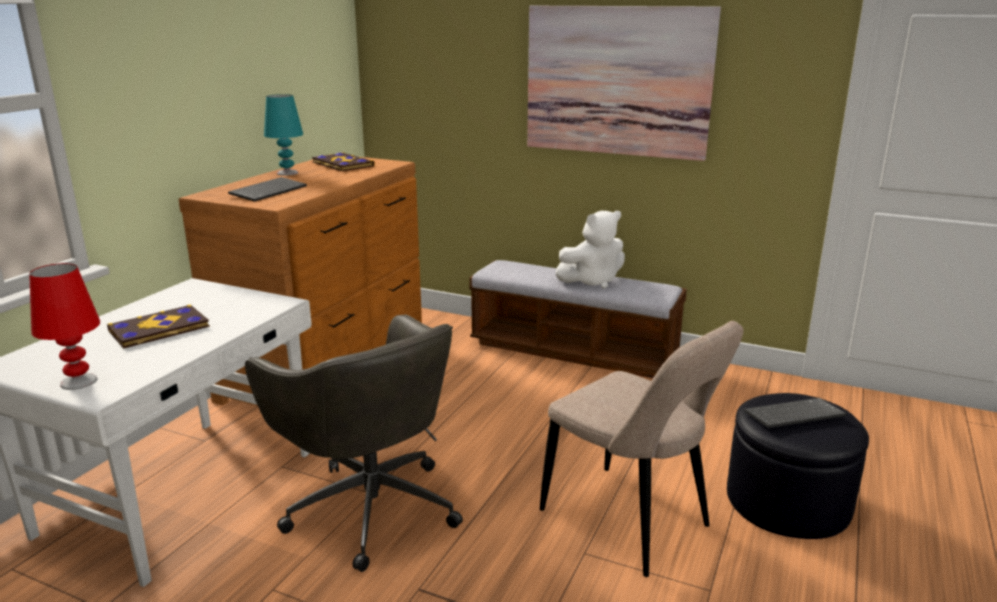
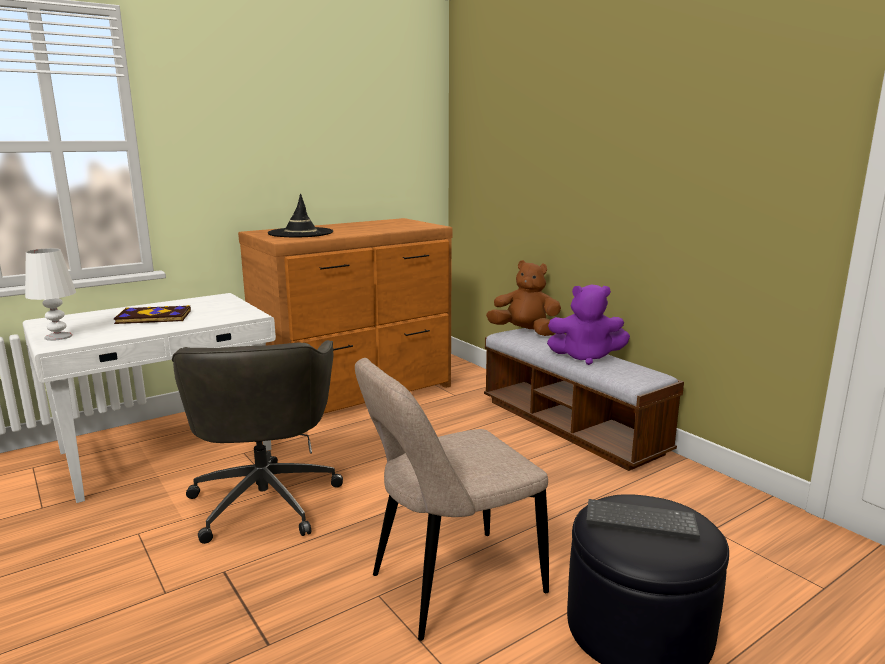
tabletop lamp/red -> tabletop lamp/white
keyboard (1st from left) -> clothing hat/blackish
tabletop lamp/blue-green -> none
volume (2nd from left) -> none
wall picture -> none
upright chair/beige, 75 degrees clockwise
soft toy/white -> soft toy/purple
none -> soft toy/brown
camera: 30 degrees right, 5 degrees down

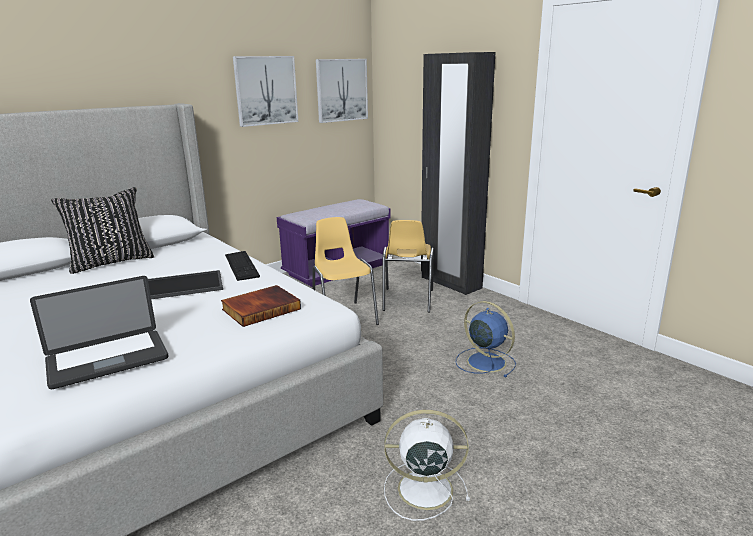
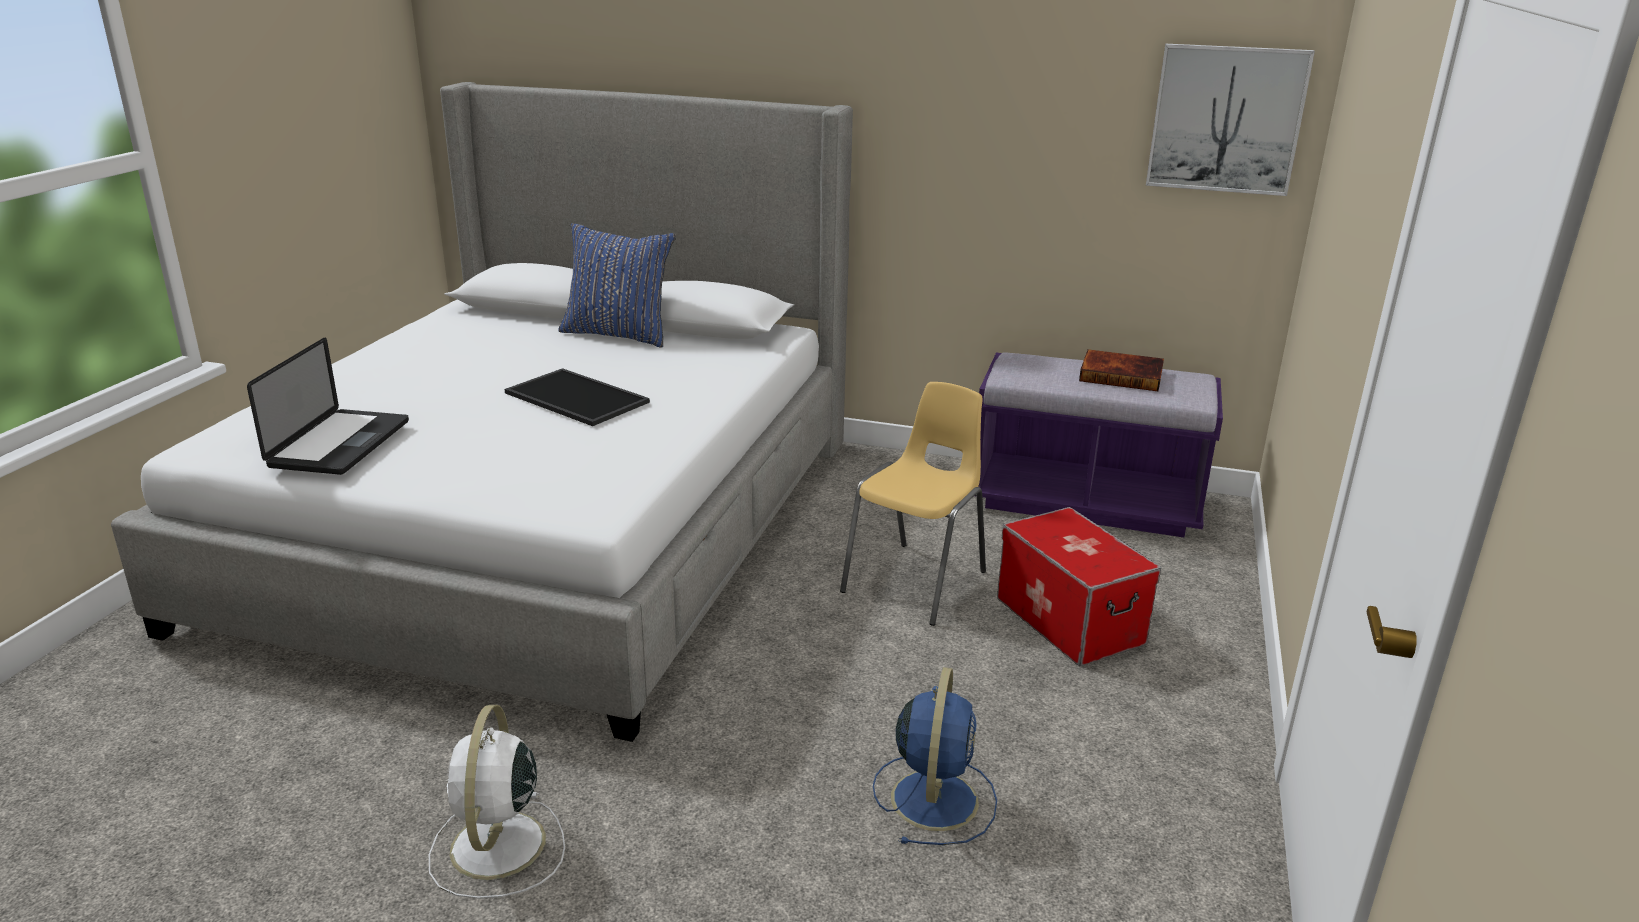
laptop, 105 degrees counterclockwise
cushion/blackish -> cushion/blue-coloured
volume, move
keyboard -> none
wall picture (1st from left) -> none
upright chair/yellow (2nd from left) -> storage bin
electric fan/white, 150 degrees counterclockwise
armoire/blackish -> none
camera: 55 degrees right, 5 degrees up

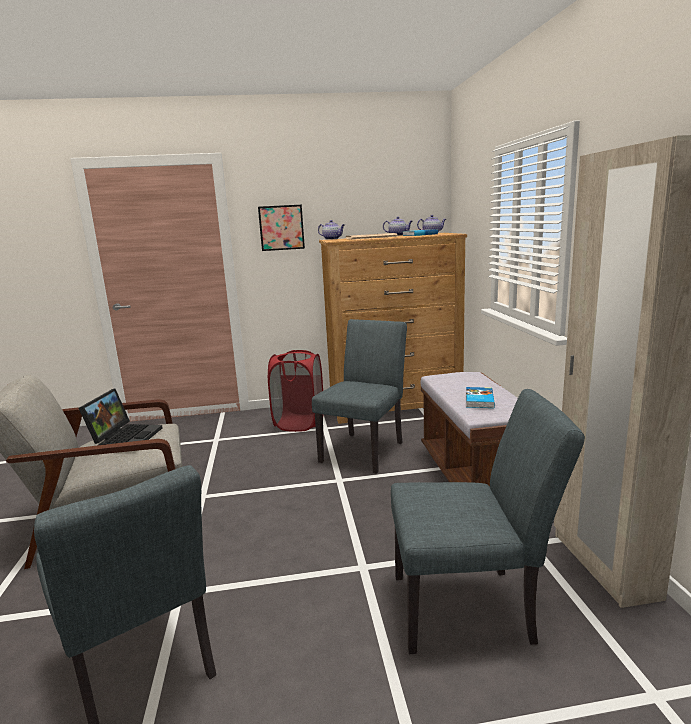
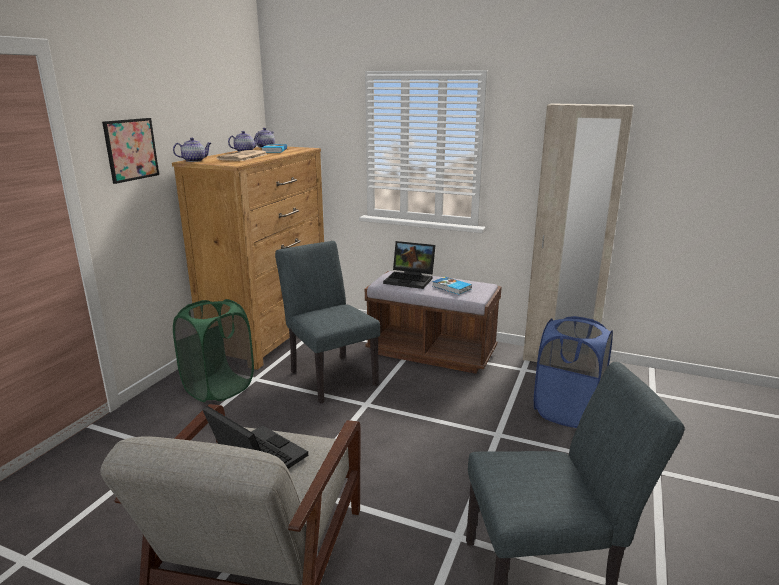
washing basket/red -> washing basket/green-coloured
upright chair/greyish (3rd from left) -> washing basket/blue-coloured
none -> laptop (2nd from left)
camera: 60 degrees left, 5 degrees up

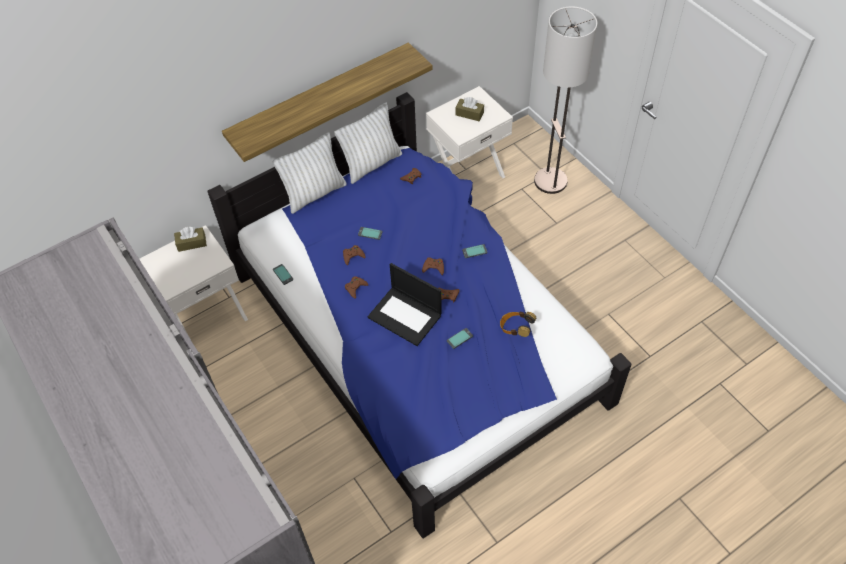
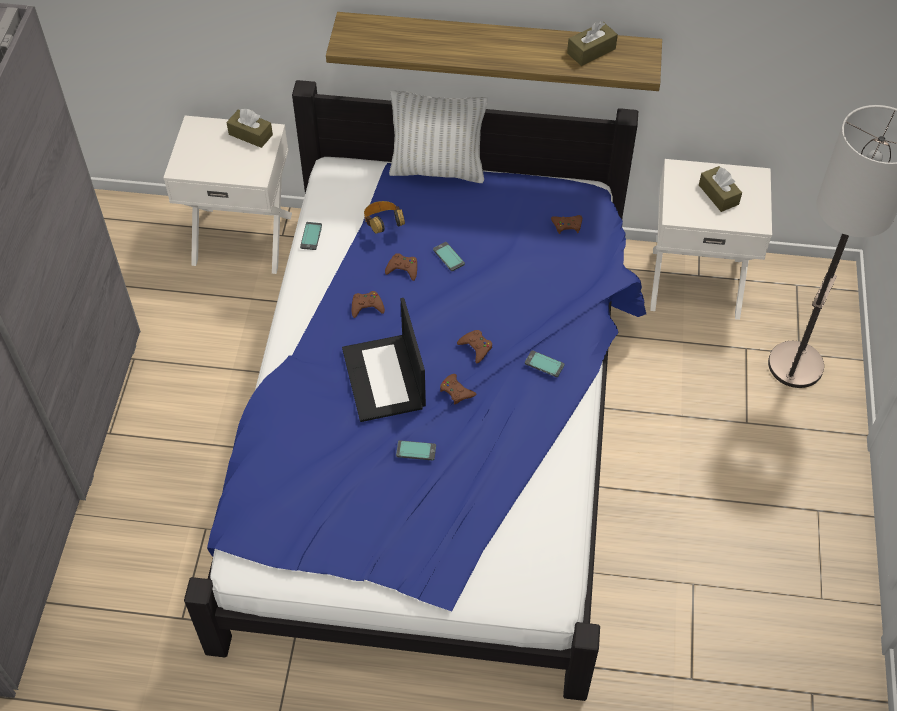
cushion/white (2nd from left) -> none
headset, move
none -> box of tissues/brown (2nd from left)
camera: 40 degrees right, 0 degrees up

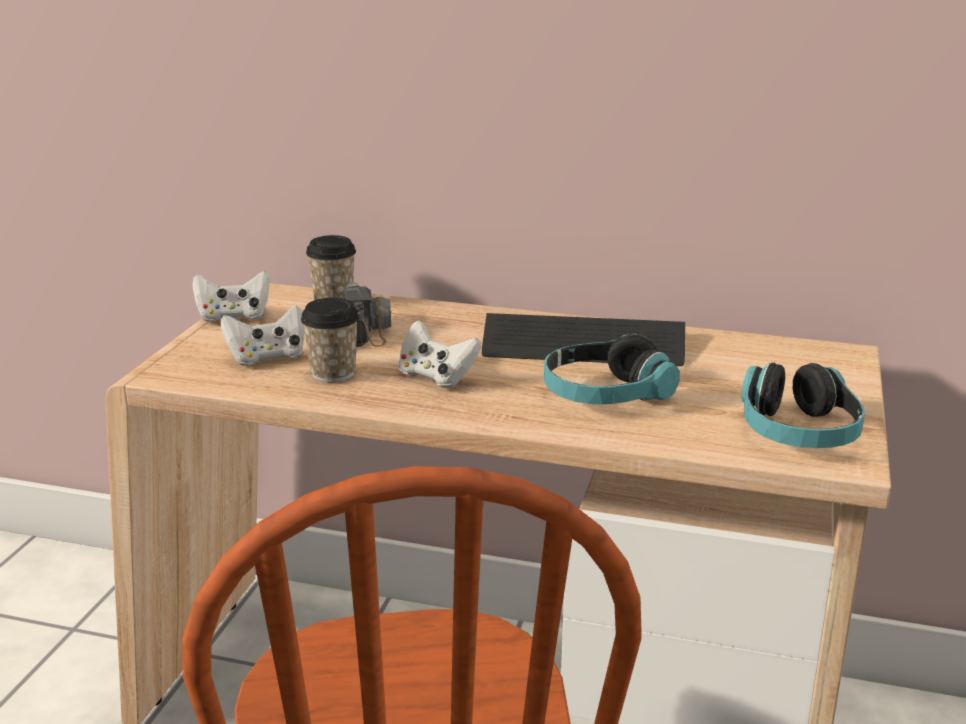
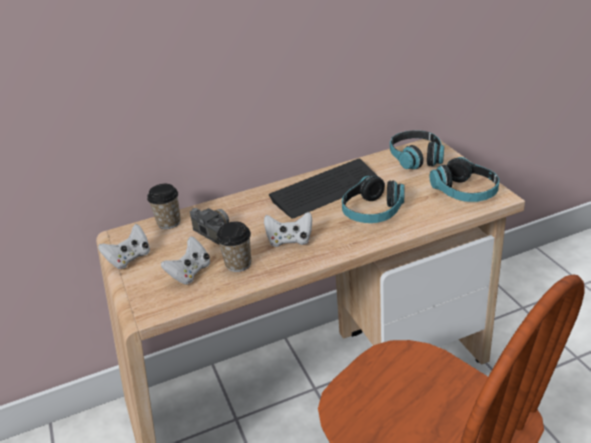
none -> headset (2nd from left)
camera: 35 degrees left, 10 degrees up

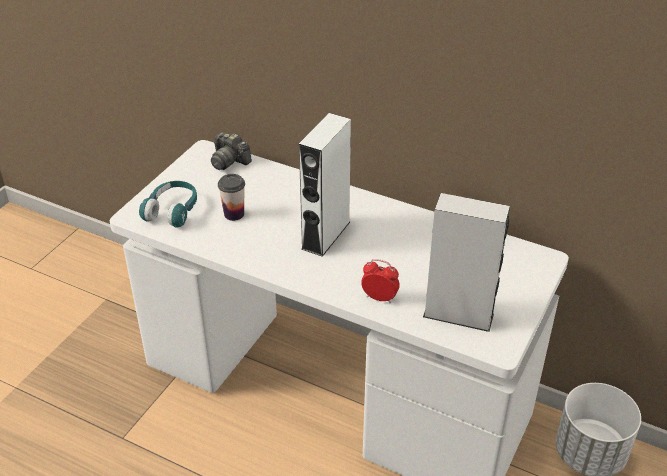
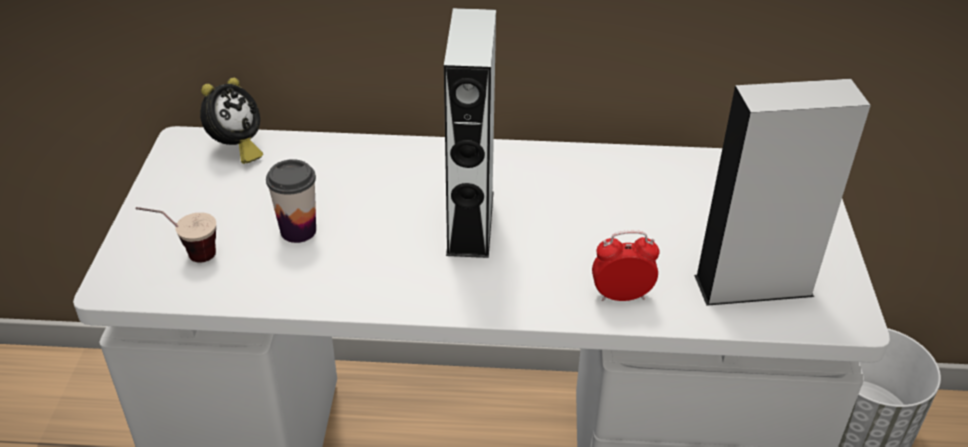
headset/blue-green -> cup (1st from left)
photo camera -> alarm clock (1st from left)
camera: 25 degrees left, 0 degrees up

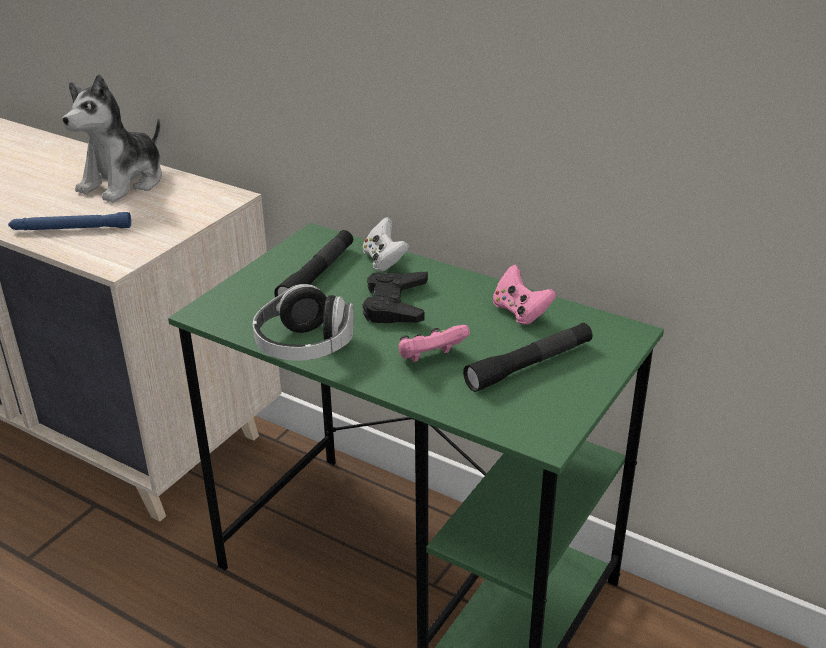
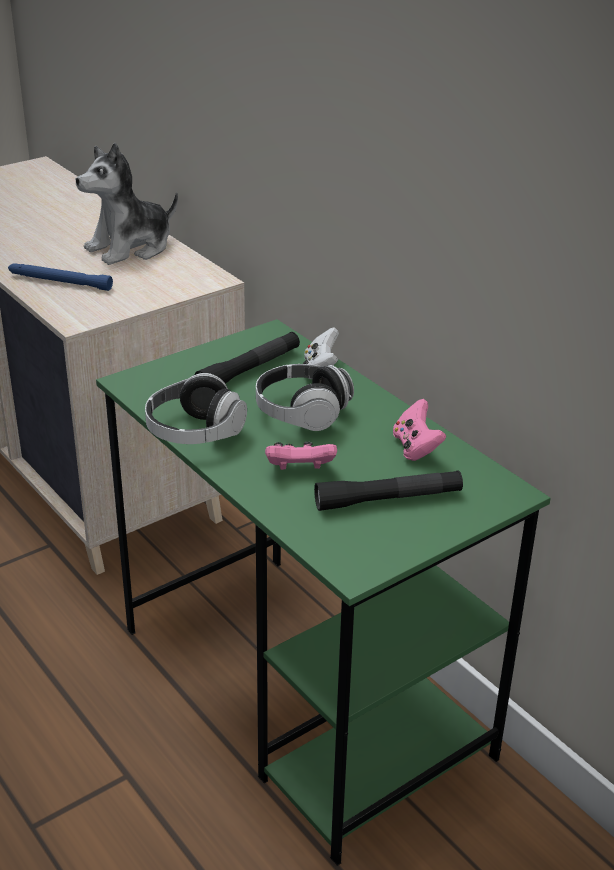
joypad/blackish -> headset (2nd from left)
camera: 20 degrees right, 0 degrees up

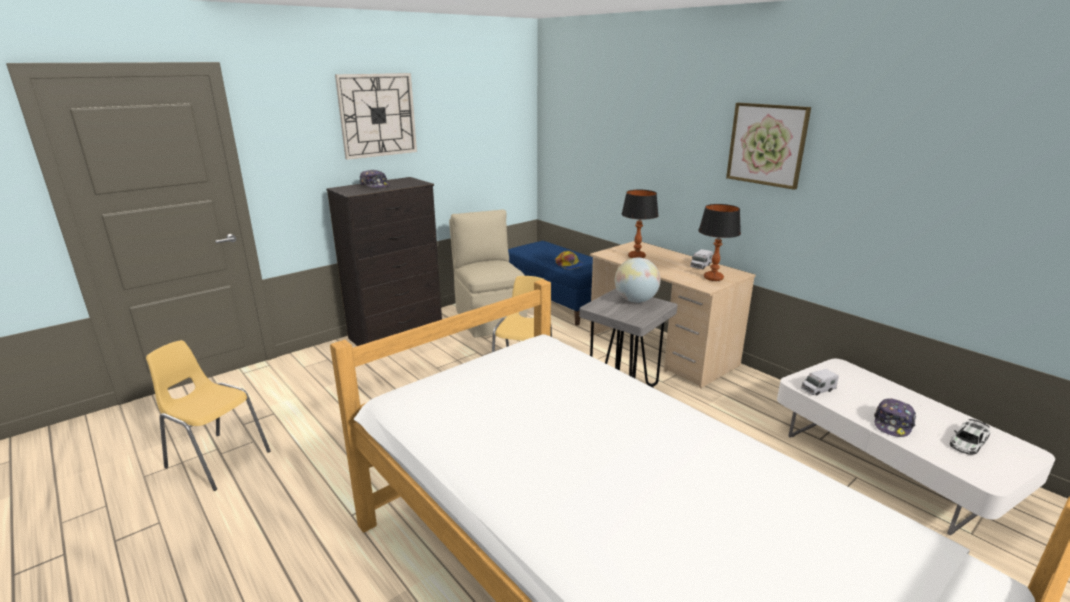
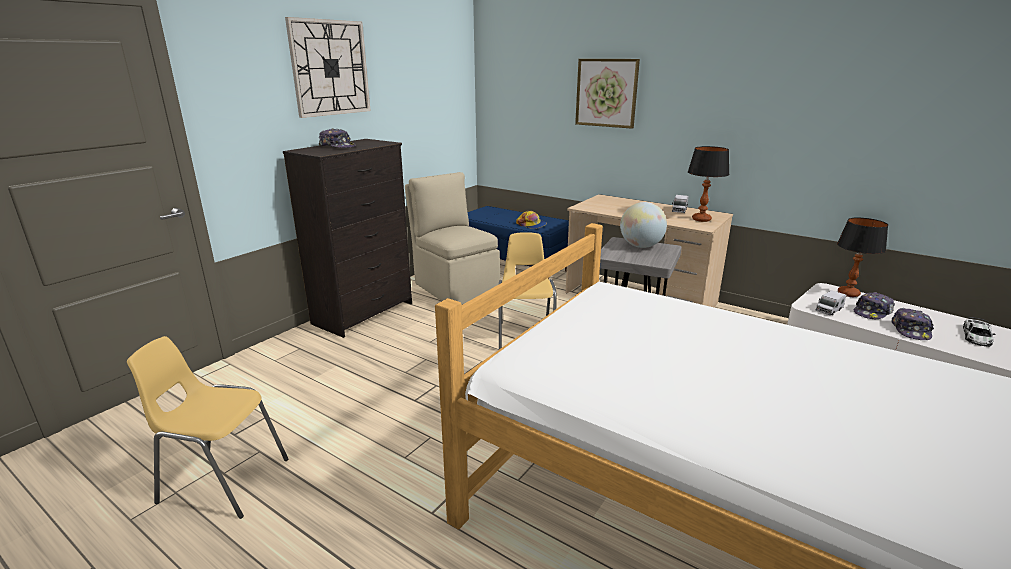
tabletop lamp (1st from left in the first image) -> tabletop lamp (2nd from left), move
wall picture, move
none -> cap (3rd from left)
camera: 15 degrees left, 0 degrees up

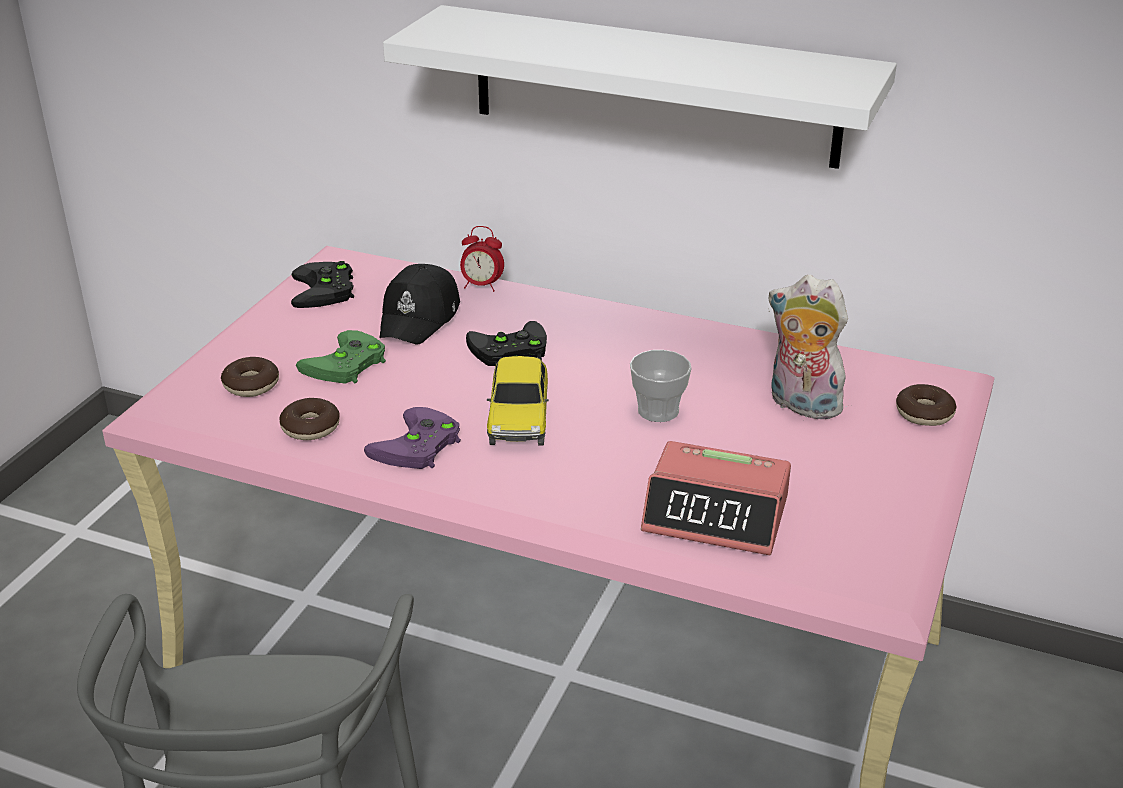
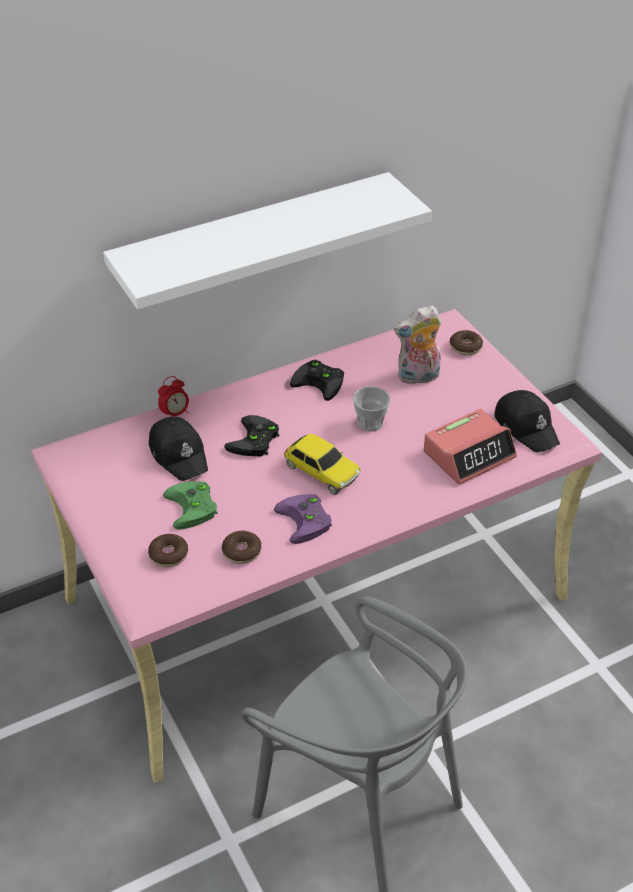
joypad/blackish (1st from left in the first image) -> joypad/blackish (2nd from left), move
none -> cap/blackish (2nd from left)
camera: 50 degrees left, 10 degrees up

